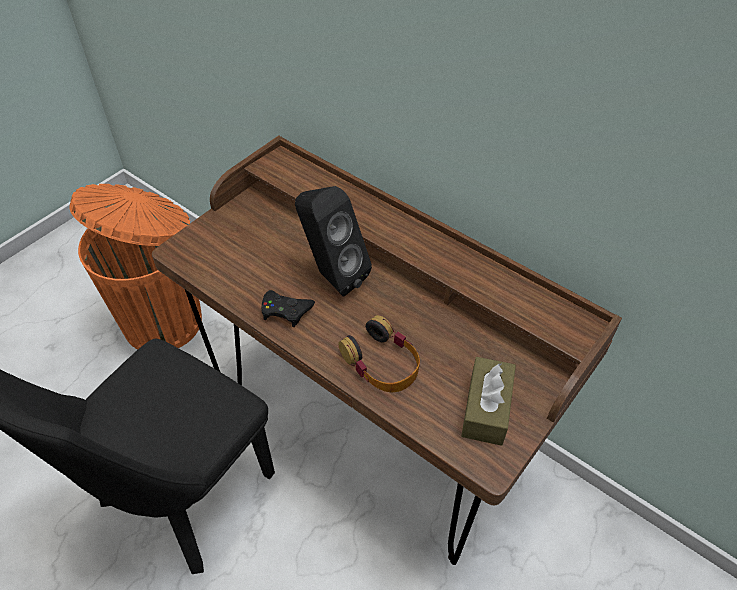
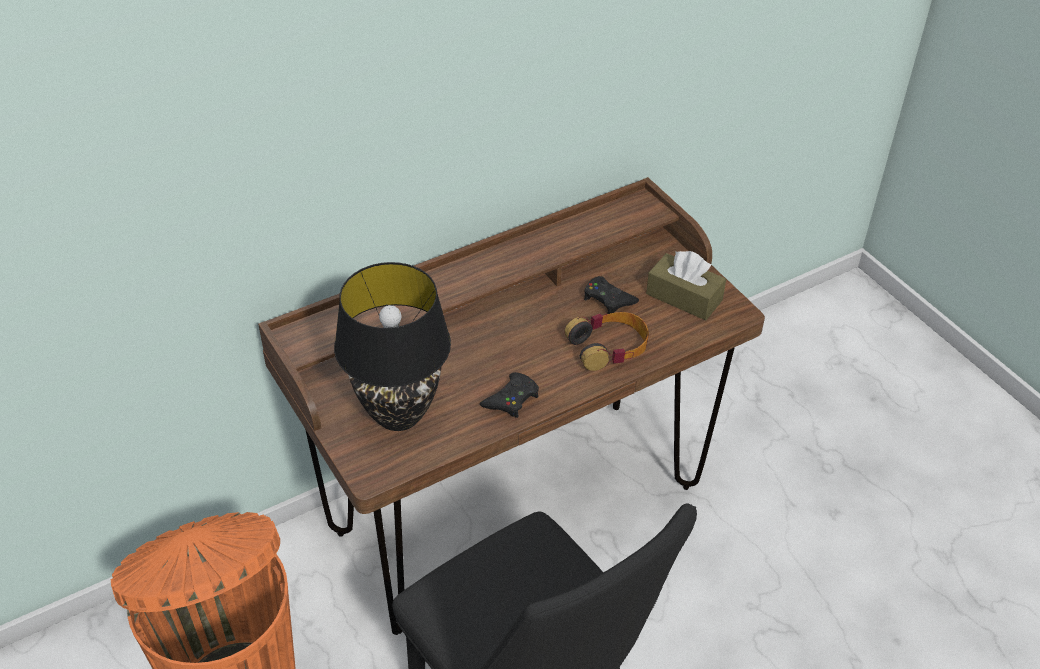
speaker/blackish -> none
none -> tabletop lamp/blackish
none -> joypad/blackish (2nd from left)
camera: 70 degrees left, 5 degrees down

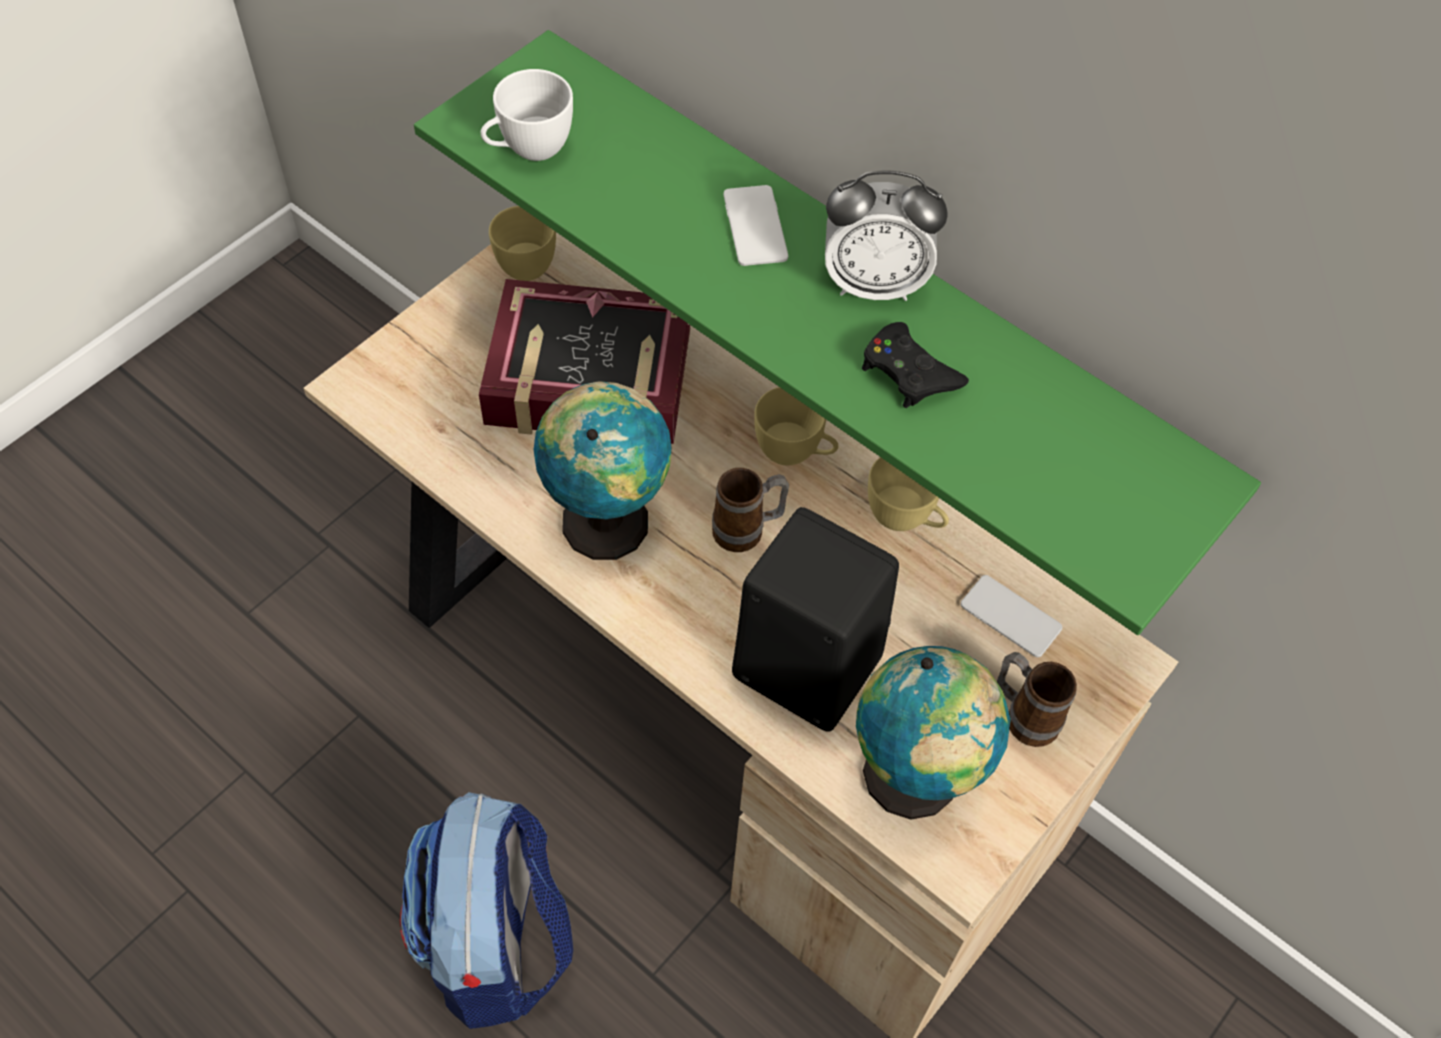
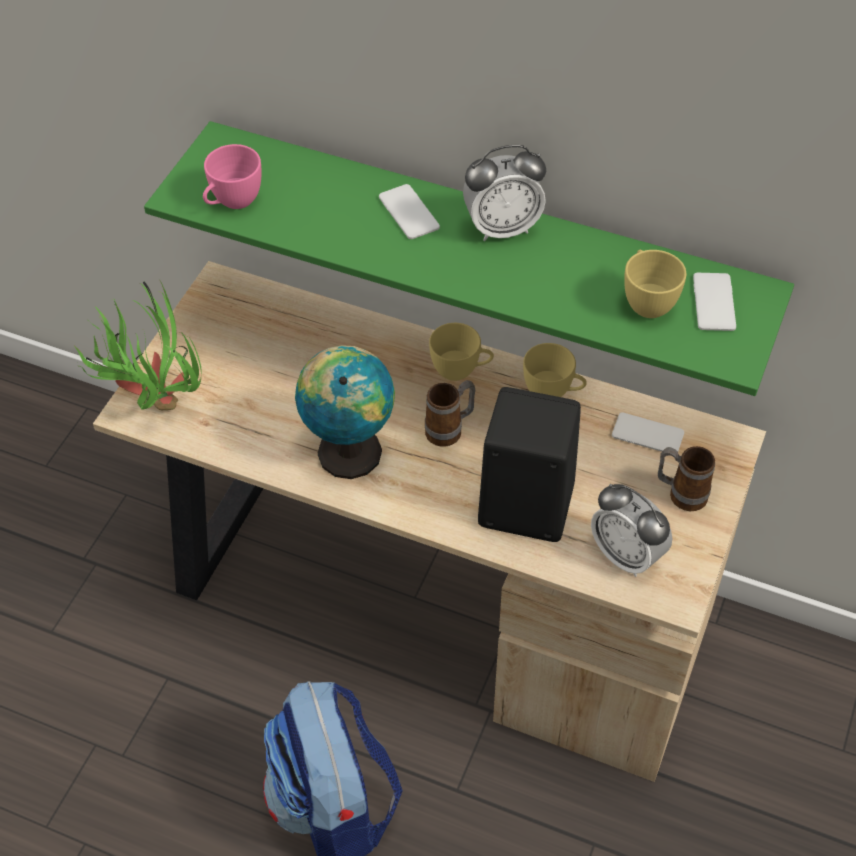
volume -> none
cup/white -> cup/pink-coloured
cup/yellow (1st from left in the first image) -> cup/yellow (3rd from left), move
globe (2nd from left) -> alarm clock (2nd from left)
joypad/blackish -> none
none -> houseplant
none -> telephone (3rd from left)
camera: 15 degrees left, 5 degrees down

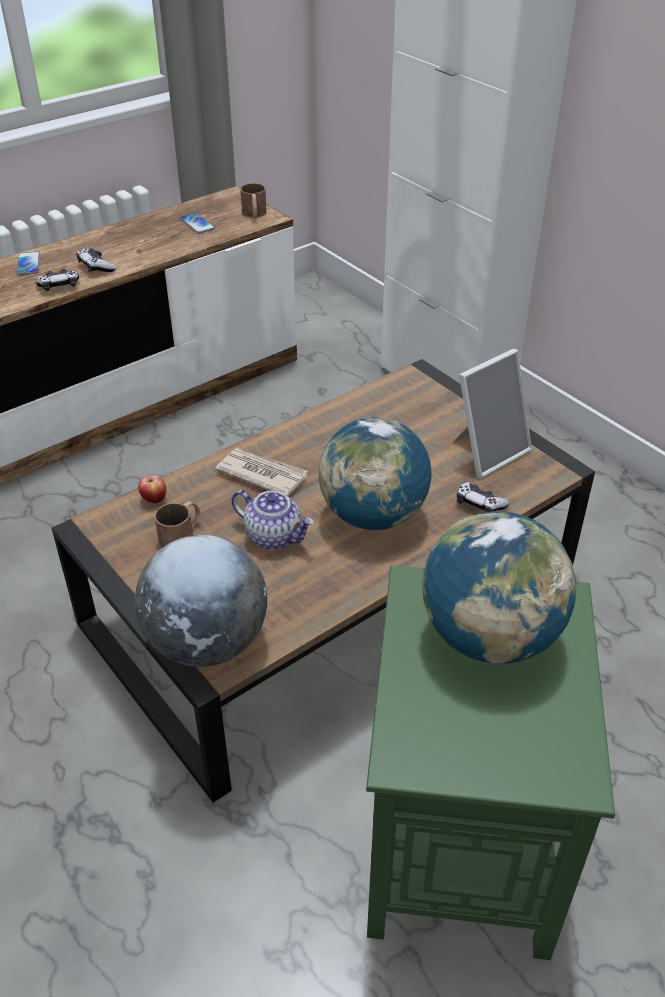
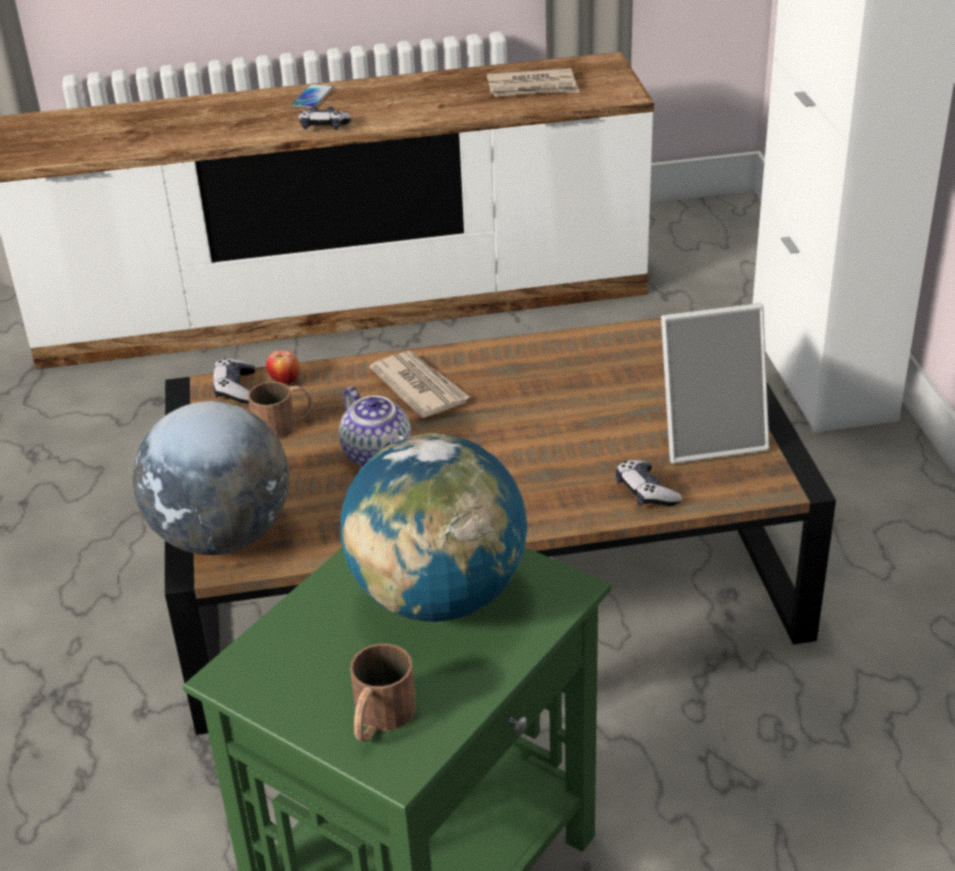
joypad (2nd from left in the first image) -> joypad (1st from left), move
telephone (2nd from left) -> daily paper (2nd from left)
mug/brown (2nd from left), move
globe (2nd from left) -> none
camera: 30 degrees right, 5 degrees down

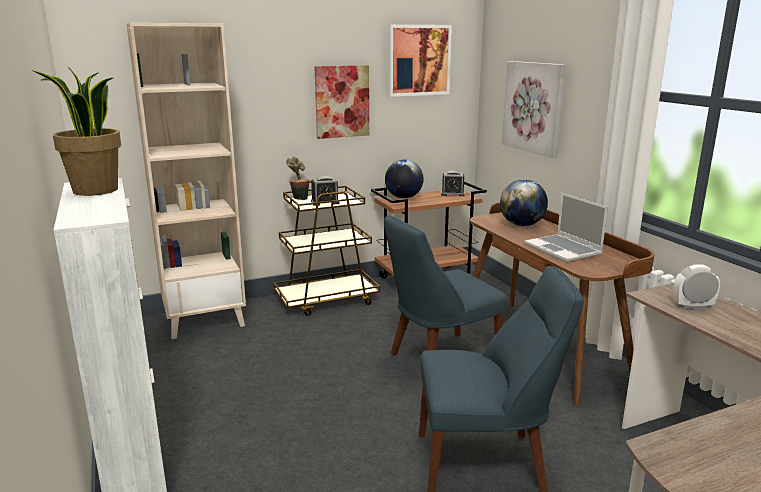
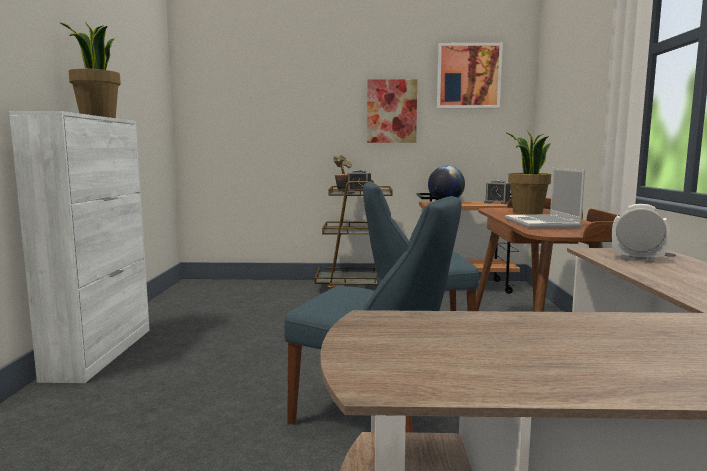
bookcase/beige -> none
globe (2nd from left) -> houseplant (3rd from left)
wall picture (3rd from left) -> none
camera: 25 degrees right, 10 degrees down

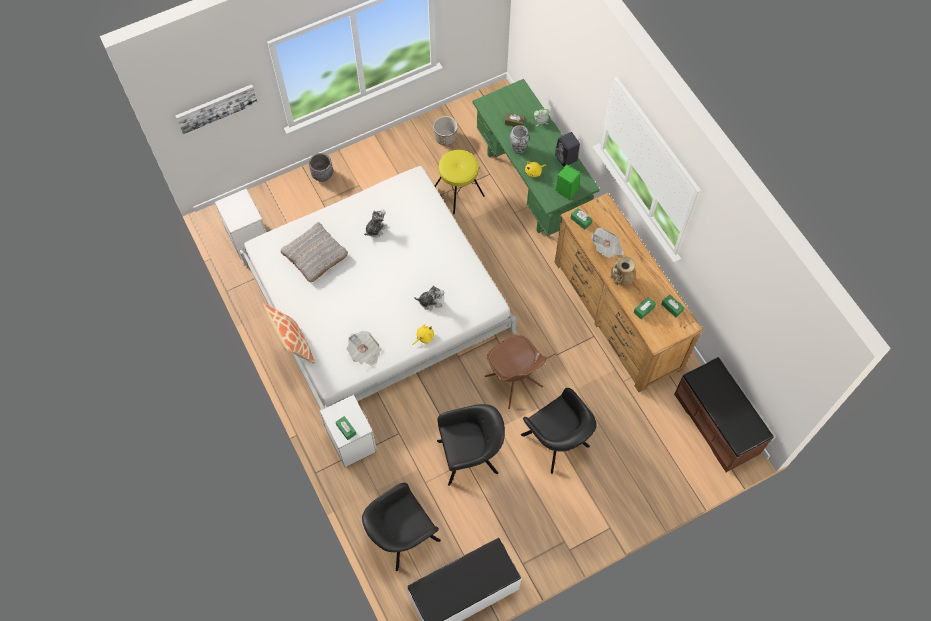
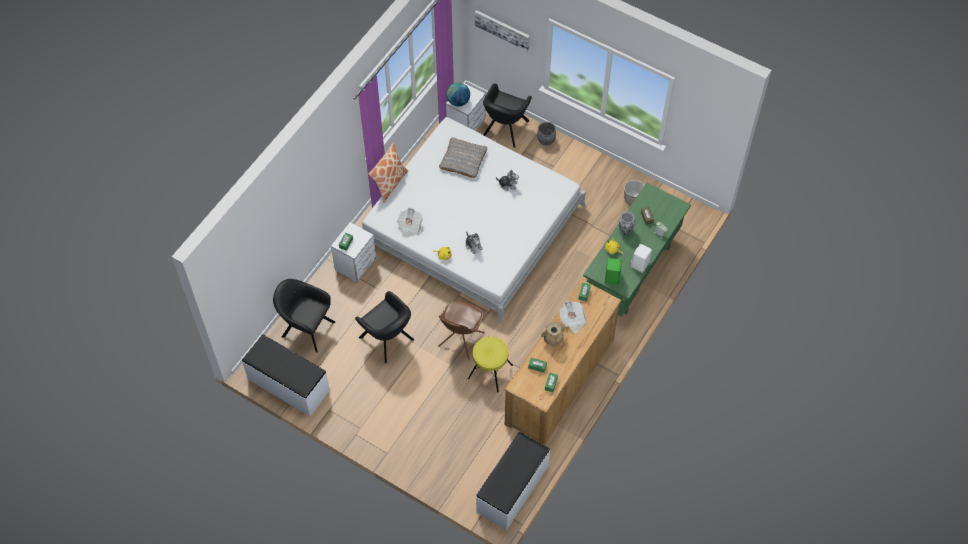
stool seat/yellow, move
easy chair/blackish (3rd from left), move
speaker/blackish -> speaker/white
bench/brown -> bench/white (2nd from left)
none -> globe
camera: 60 degrees right, 5 degrees down

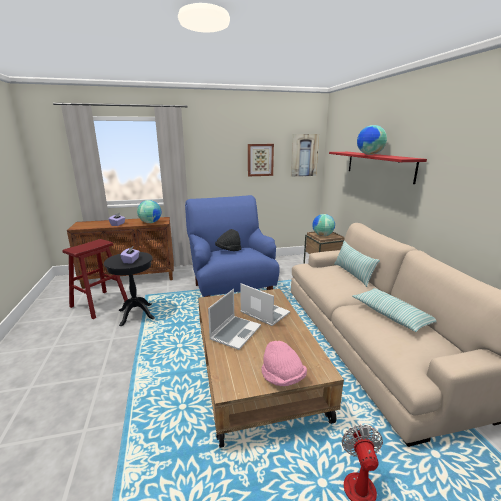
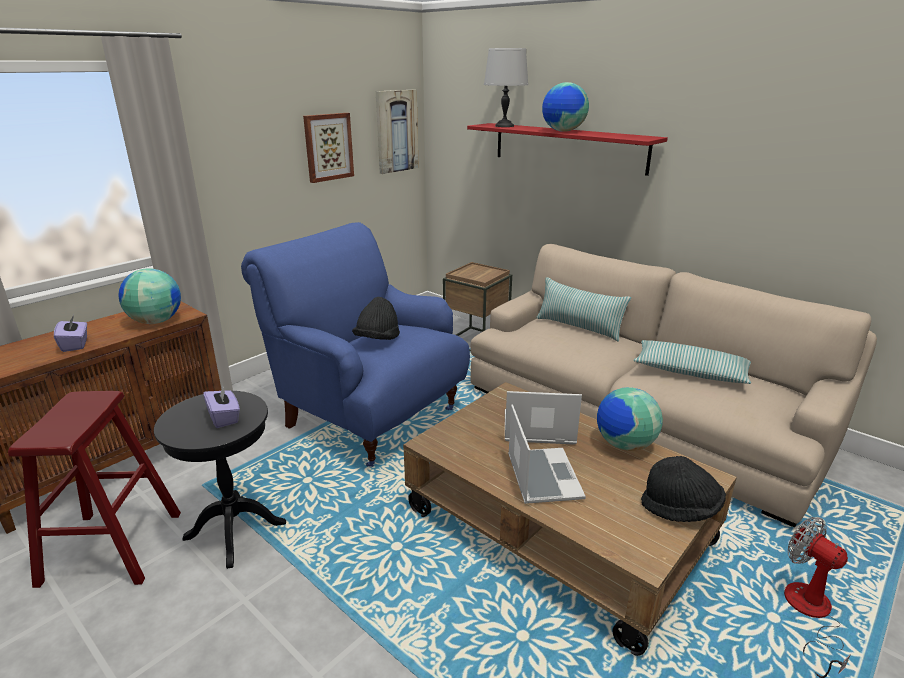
clothing hat/pink-coloured -> clothing hat/blackish (2nd from left)
globe (2nd from left in the first image) -> globe (3rd from left), move
none -> tabletop lamp/greyish
camera: 35 degrees left, 5 degrees up

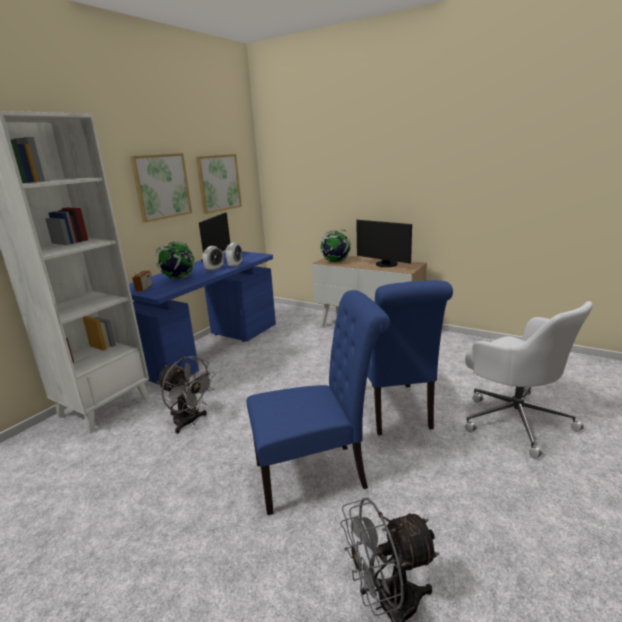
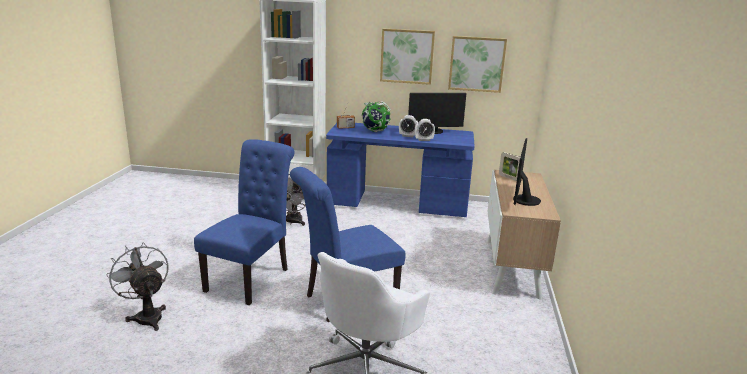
upright chair/blue-coloured (1st from left), 120 degrees counterclockwise
globe (2nd from left) -> standing frame
camera: 65 degrees right, 0 degrees up

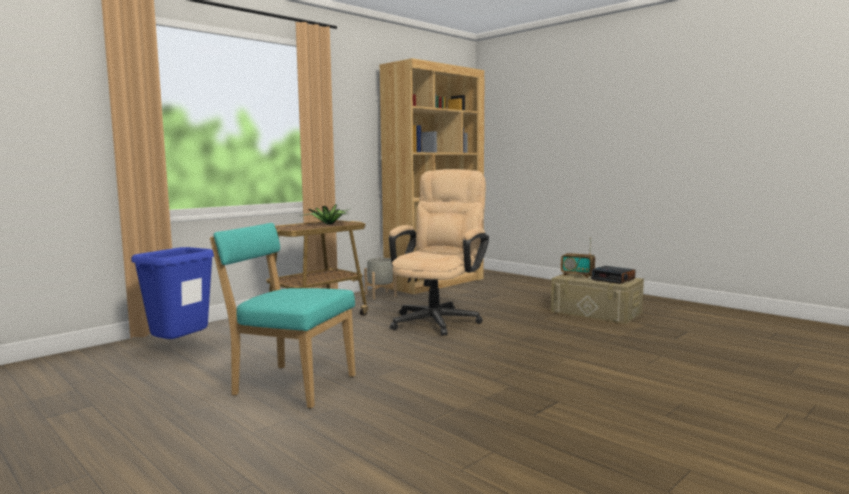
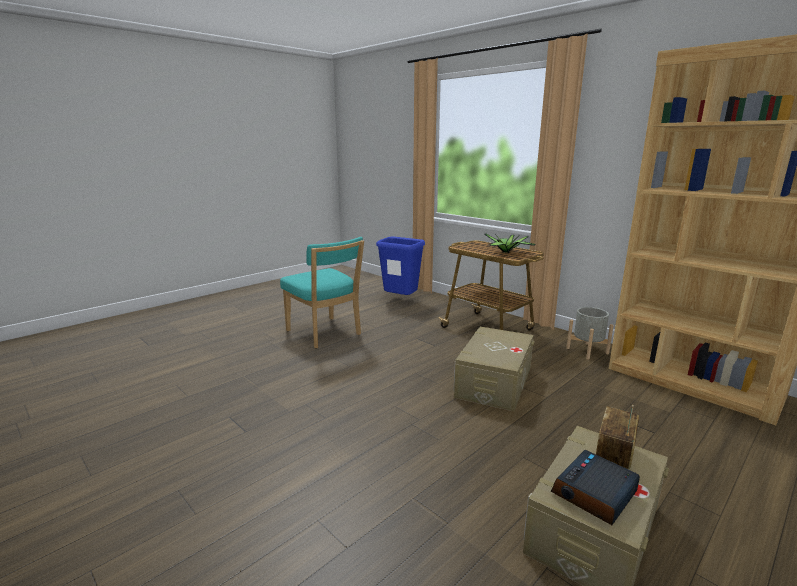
upright chair/blue-green, 120 degrees clockwise
desk chair/beige -> storage bin/beige (1st from left)
camera: 90 degrees right, 10 degrees up

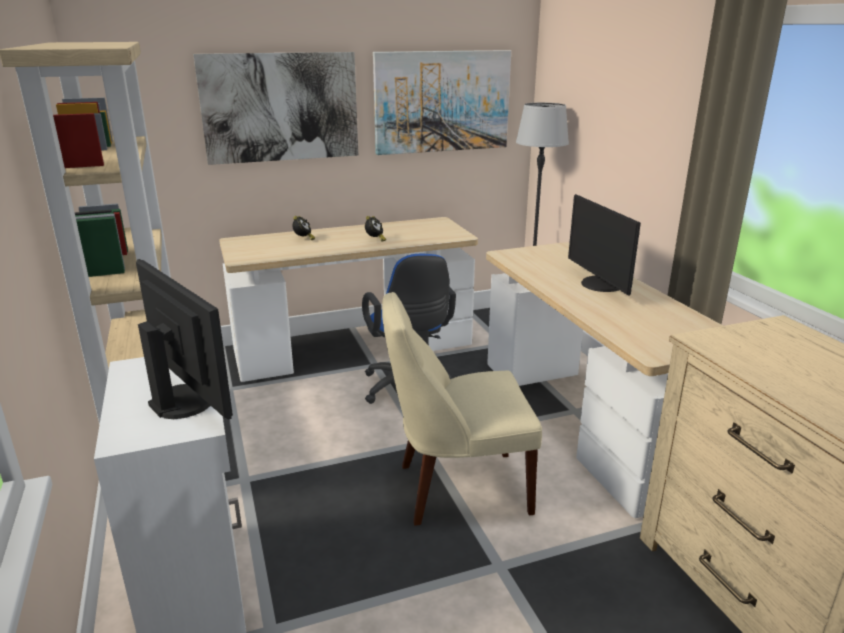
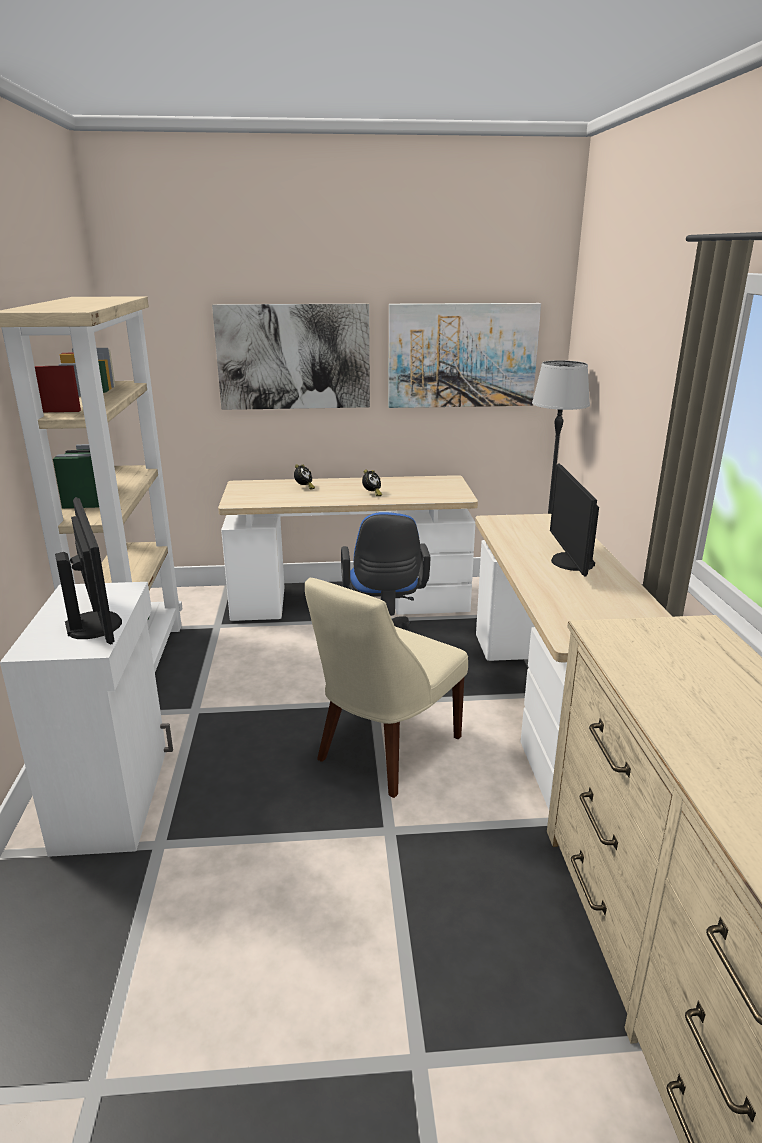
upright chair/beige, 60 degrees counterclockwise
camera: 15 degrees right, 0 degrees up

